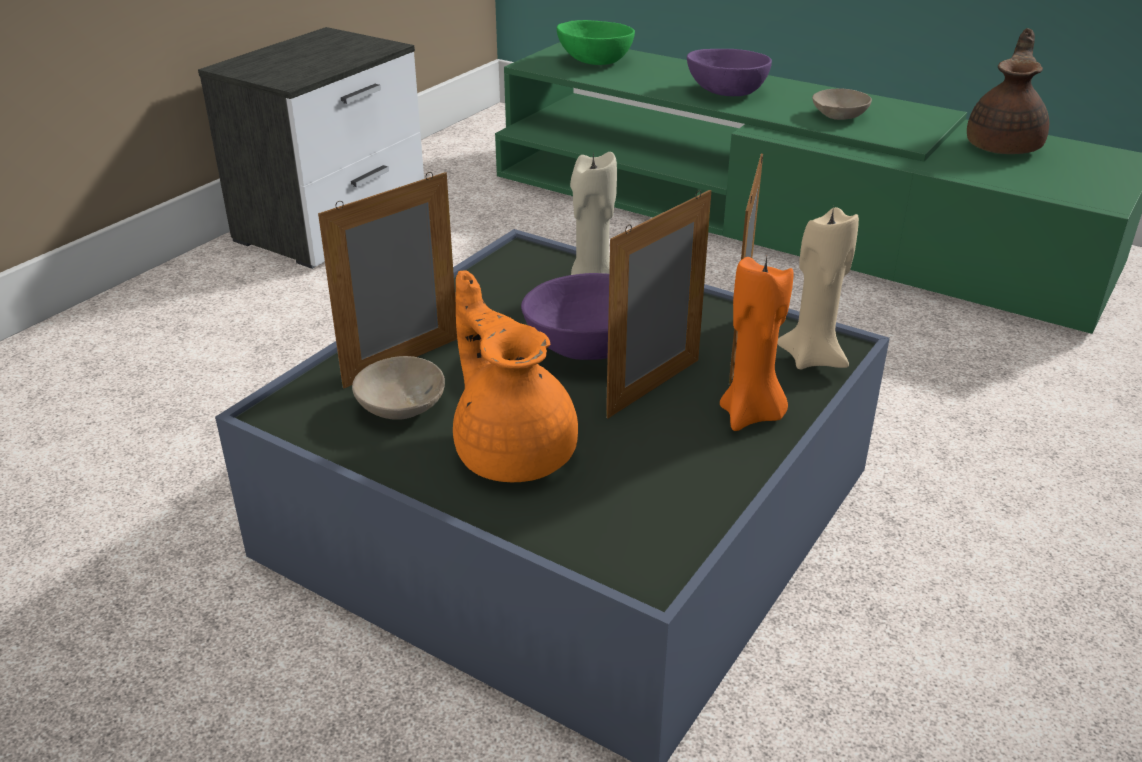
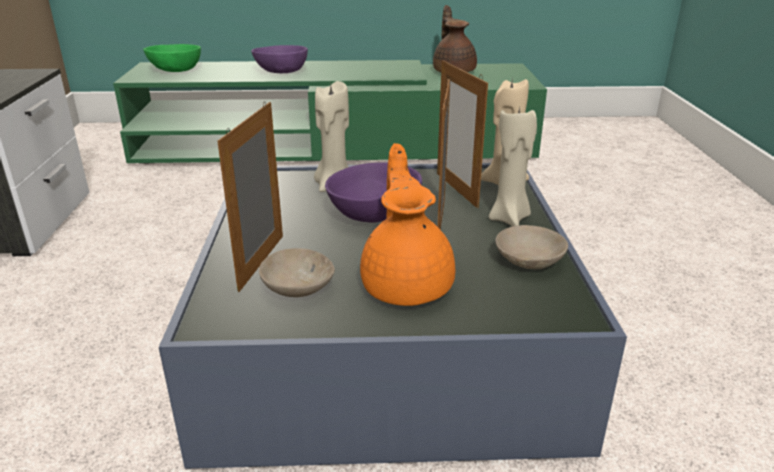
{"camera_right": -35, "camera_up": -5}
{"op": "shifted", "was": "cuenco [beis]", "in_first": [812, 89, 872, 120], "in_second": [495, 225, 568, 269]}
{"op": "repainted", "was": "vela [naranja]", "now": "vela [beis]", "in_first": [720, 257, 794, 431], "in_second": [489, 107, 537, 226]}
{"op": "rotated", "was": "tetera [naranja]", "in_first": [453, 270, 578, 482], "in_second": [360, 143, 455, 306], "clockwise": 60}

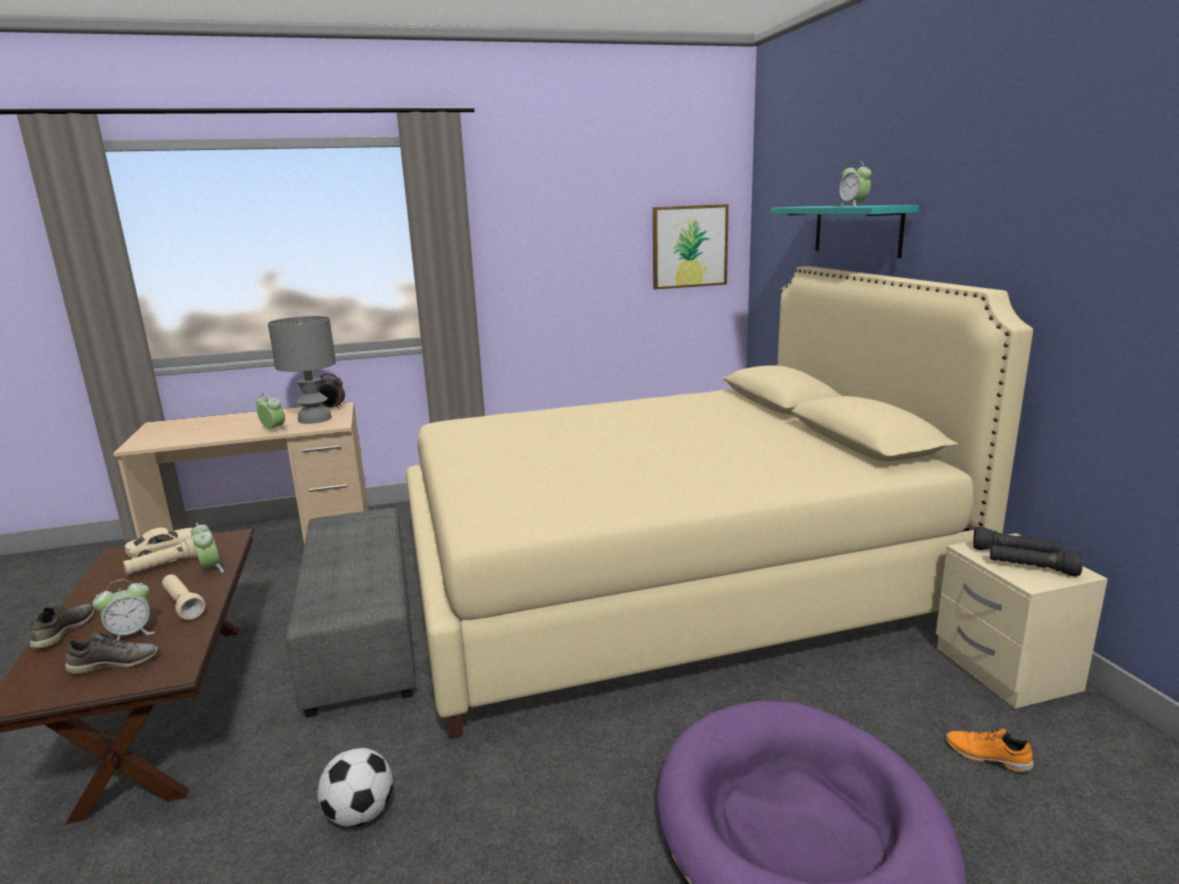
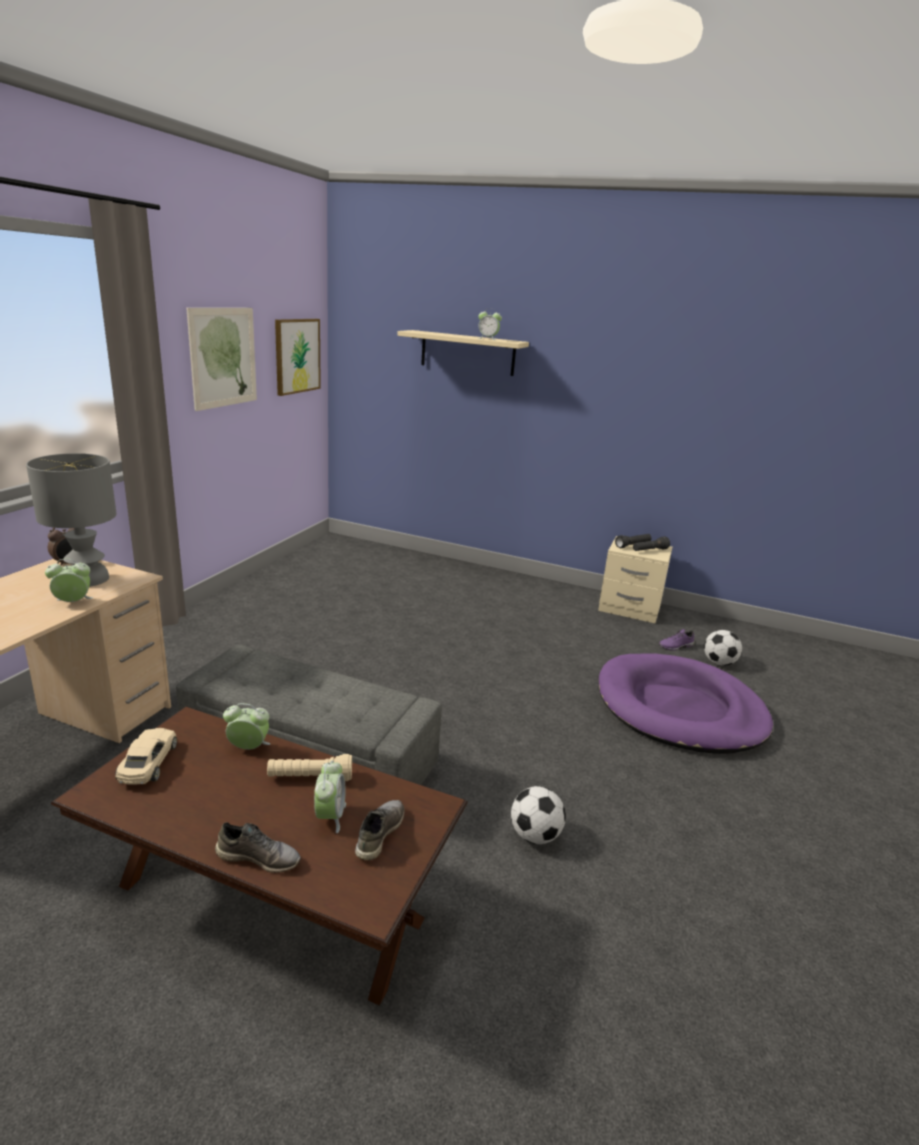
{"camera_right": -55, "camera_up": 5}
{"op": "gone", "was": "linterna [beis]", "in_first": [123, 537, 198, 575]}
{"op": "gone", "was": "cama [beis]", "in_first": [406, 266, 1033, 739]}
{"op": "new", "now": "cuadro", "in_second": [186, 308, 257, 411]}
{"op": "new", "now": "balón de fútbol", "in_second": [704, 630, 742, 666]}
{"op": "repainted", "was": "estante [turquesa]", "now": "estante [beis]", "in_first": [771, 205, 919, 258], "in_second": [397, 330, 529, 376]}
{"op": "repainted", "was": "zapato [naranja]", "now": "zapato [morado]", "in_first": [946, 729, 1034, 772], "in_second": [658, 629, 694, 651]}
{"op": "rotated", "was": "zapato [gris]", "in_first": [30, 604, 95, 649], "in_second": [215, 822, 301, 873], "clockwise": 150}

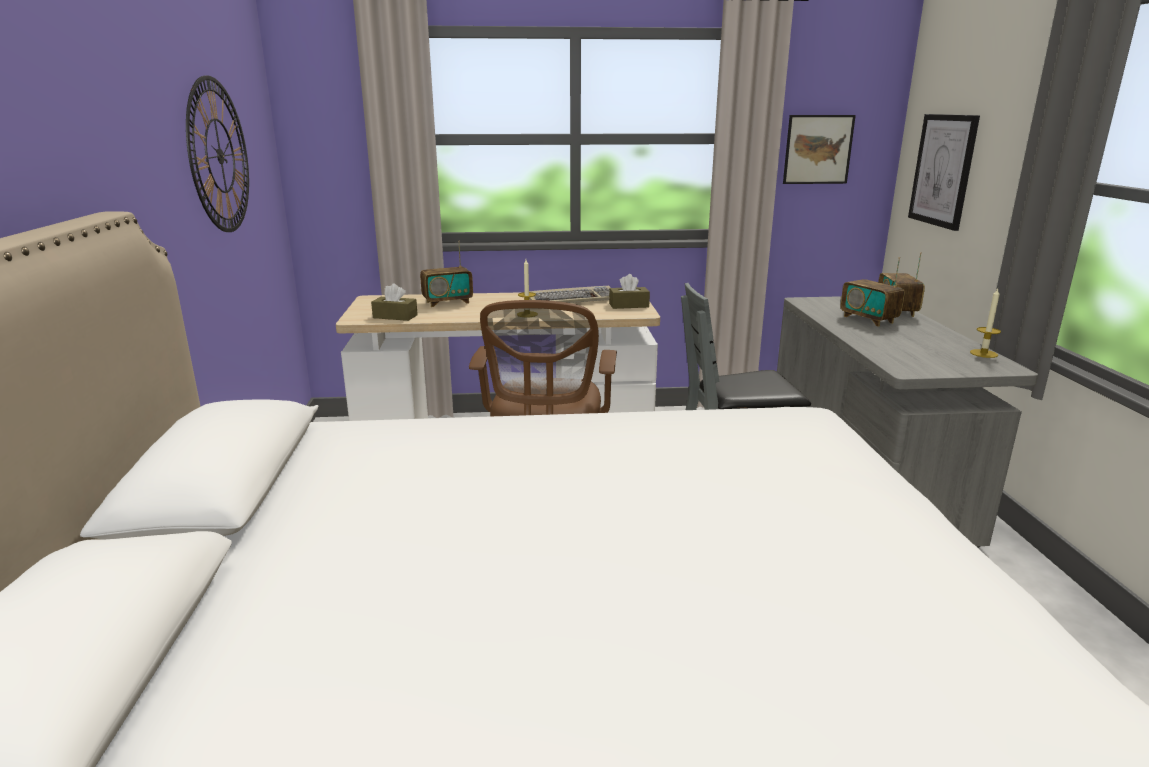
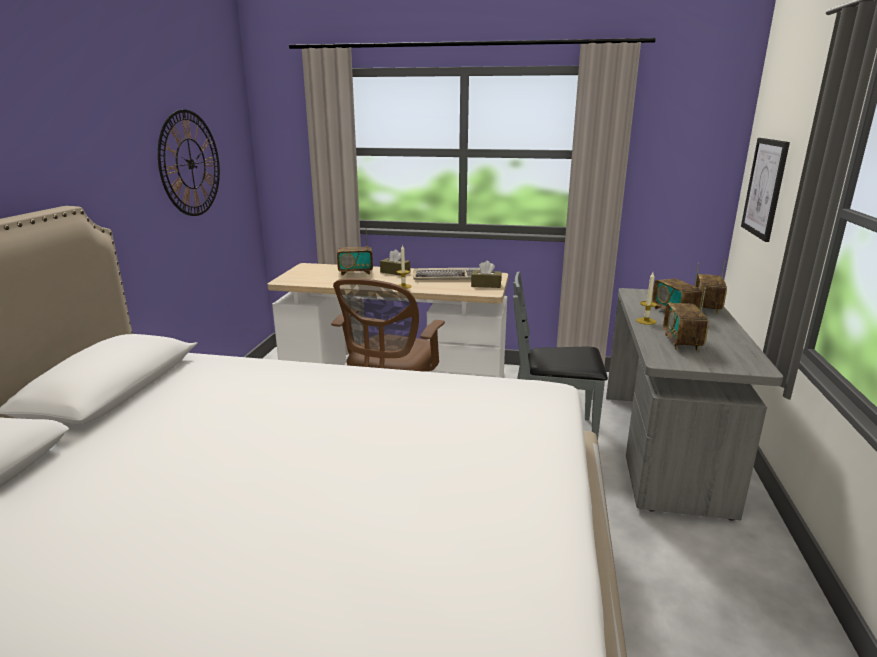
{"camera_right": 15, "camera_up": 0}
{"op": "gone", "was": "cuadro", "in_first": [783, 115, 856, 184]}
{"op": "new", "now": "radio", "in_second": [663, 287, 709, 351]}
{"op": "shifted", "was": "caja de pañuelos [marrón]", "in_first": [371, 283, 418, 321], "in_second": [380, 249, 410, 276]}
{"op": "shifted", "was": "vela", "in_first": [970, 289, 1001, 358], "in_second": [636, 273, 657, 325]}

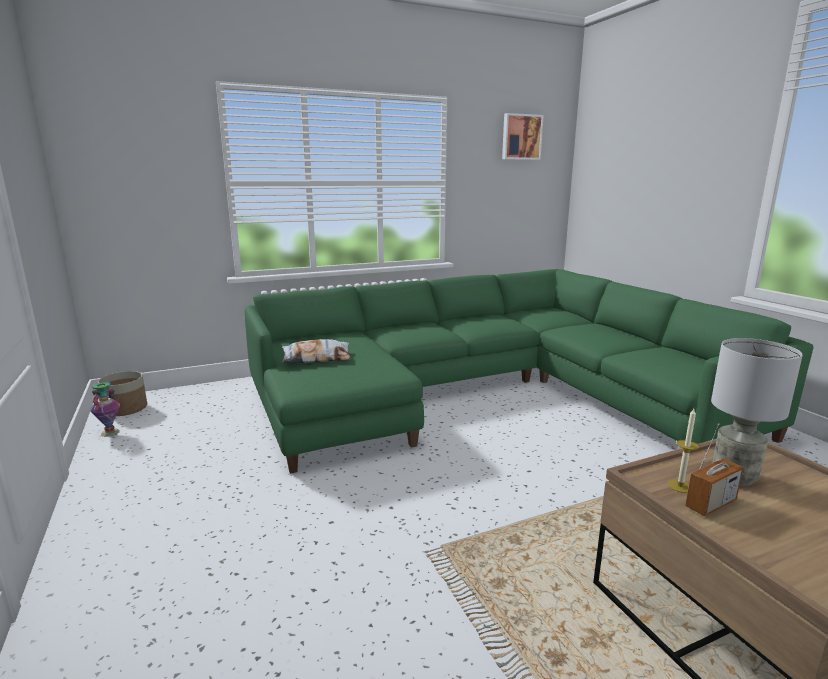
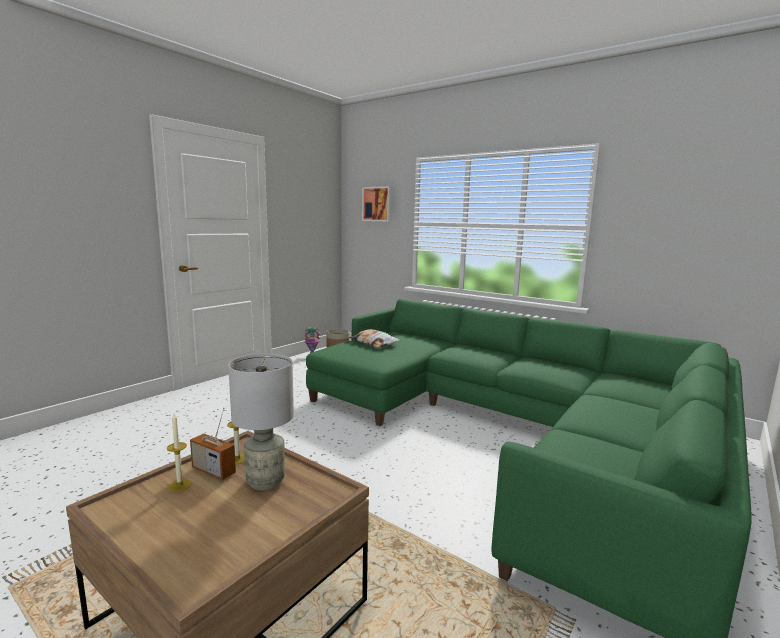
{"camera_right": 60, "camera_up": -5}
{"op": "new", "now": "vela", "in_second": [167, 414, 192, 492]}
{"op": "shifted", "was": "cuadro", "in_first": [502, 113, 544, 160], "in_second": [362, 186, 392, 222]}

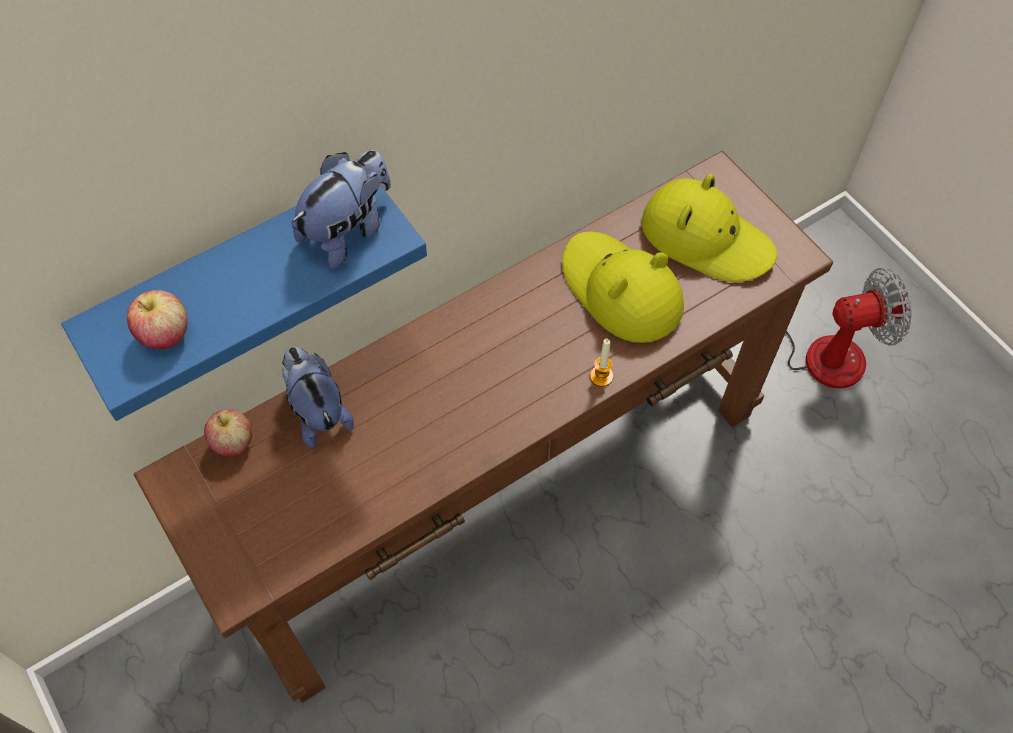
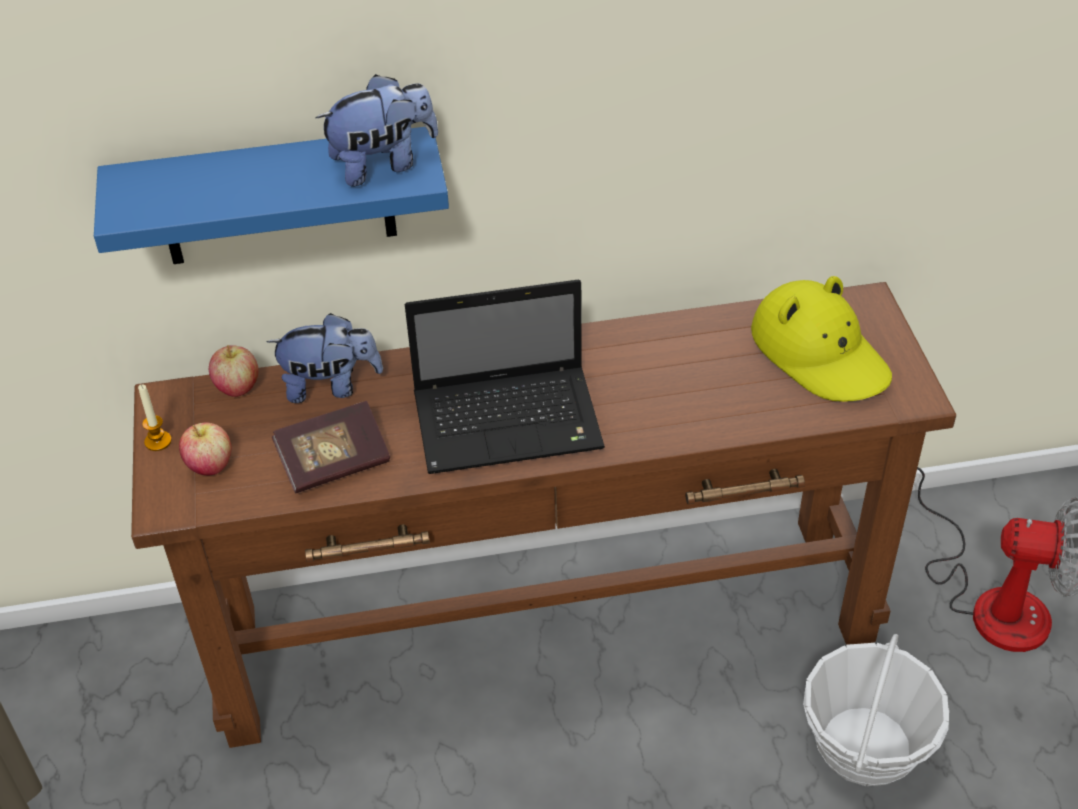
{"camera_right": 25, "camera_up": -15}
{"op": "gone", "was": "sombrero [amarillo]", "in_first": [562, 231, 684, 343]}
{"op": "new", "now": "libro", "in_second": [272, 401, 390, 493]}
{"op": "new", "now": "portátil", "in_second": [405, 279, 605, 474]}
{"op": "new", "now": "cesta", "in_second": [803, 634, 949, 786]}
{"op": "shifted", "was": "manzana", "in_first": [127, 290, 188, 349], "in_second": [179, 422, 231, 476]}
{"op": "shifted", "was": "vela", "in_first": [590, 339, 613, 387], "in_second": [138, 384, 172, 451]}
{"op": "rotated", "was": "peluche", "in_first": [282, 347, 354, 448], "in_second": [266, 313, 383, 403], "clockwise": 90}

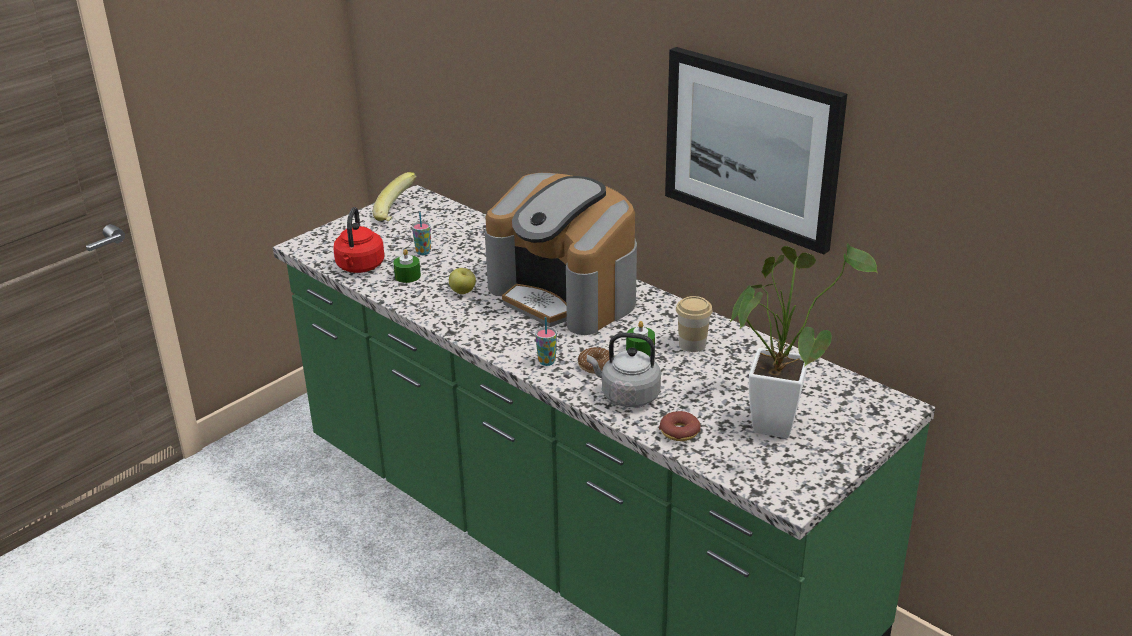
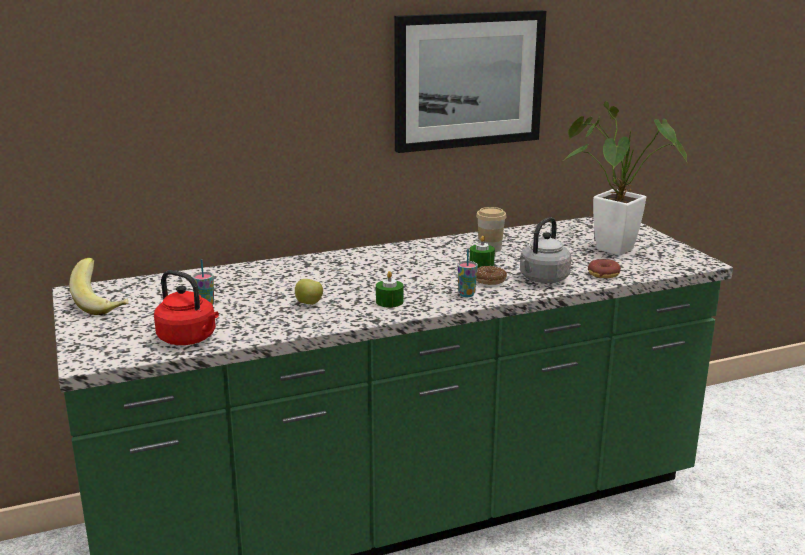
{"camera_right": -65, "camera_up": -10}
{"op": "gone", "was": "cafetera", "in_first": [485, 173, 637, 335]}
{"op": "shifted", "was": "vela [verde]", "in_first": [393, 249, 421, 283], "in_second": [376, 271, 404, 308]}

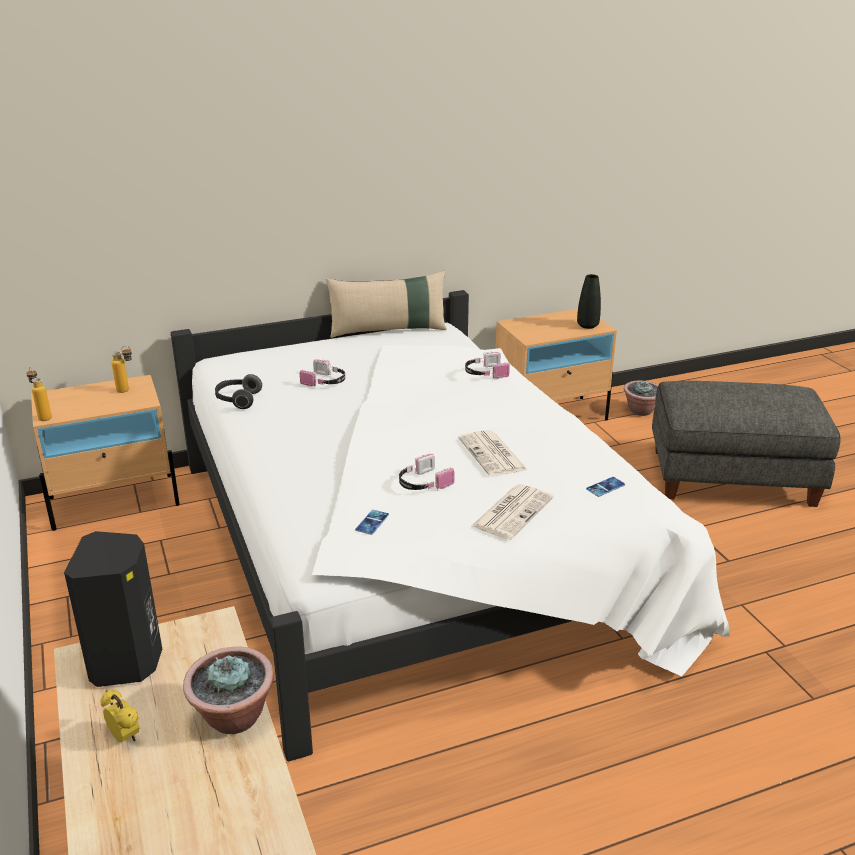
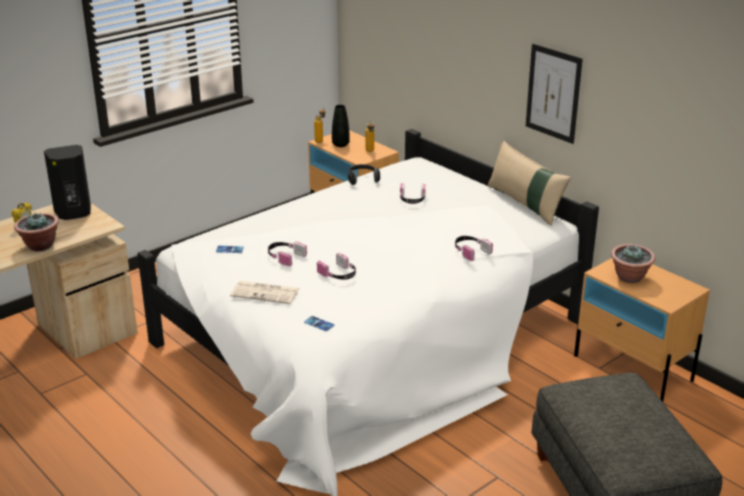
{"camera_right": 70, "camera_up": 0}
{"op": "new", "now": "cuadro", "in_second": [526, 44, 583, 144]}
{"op": "shifted", "was": "florero [negro]", "in_first": [577, 274, 601, 329], "in_second": [332, 105, 350, 147]}
{"op": "shifted", "was": "planta en maceta", "in_first": [624, 380, 658, 416], "in_second": [611, 244, 655, 283]}
{"op": "swapped", "was": "periódico", "now": "auriculares", "in_first": [458, 430, 528, 477], "in_second": [317, 253, 356, 280]}

